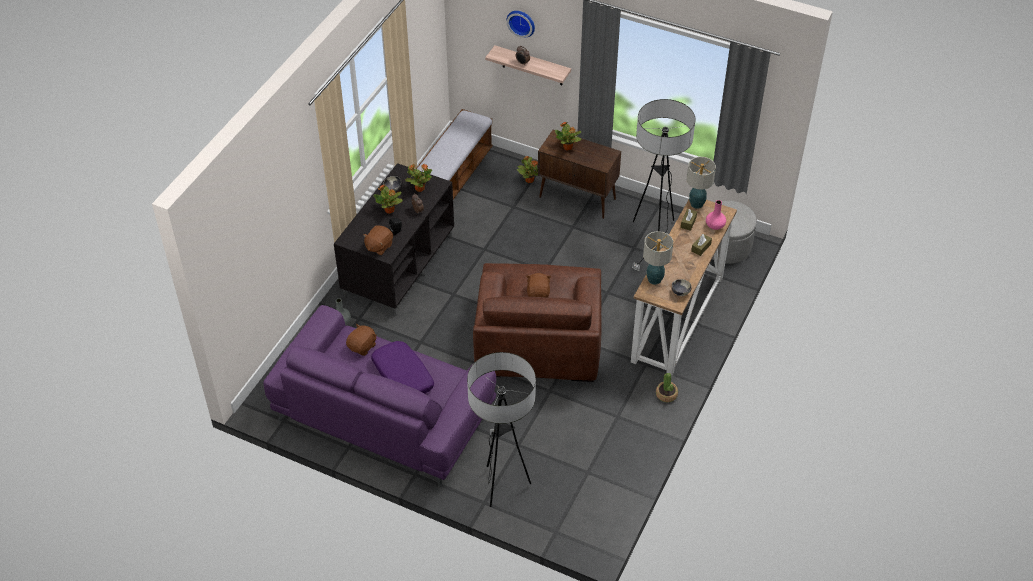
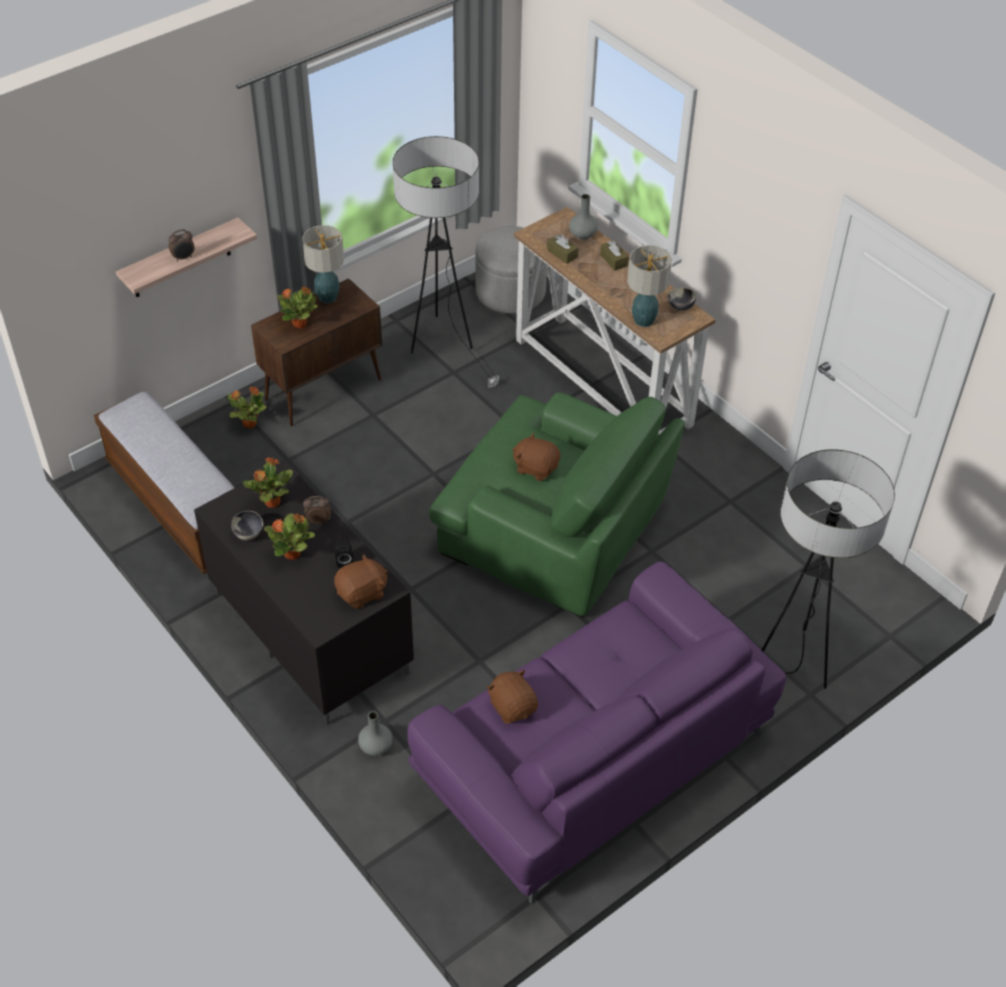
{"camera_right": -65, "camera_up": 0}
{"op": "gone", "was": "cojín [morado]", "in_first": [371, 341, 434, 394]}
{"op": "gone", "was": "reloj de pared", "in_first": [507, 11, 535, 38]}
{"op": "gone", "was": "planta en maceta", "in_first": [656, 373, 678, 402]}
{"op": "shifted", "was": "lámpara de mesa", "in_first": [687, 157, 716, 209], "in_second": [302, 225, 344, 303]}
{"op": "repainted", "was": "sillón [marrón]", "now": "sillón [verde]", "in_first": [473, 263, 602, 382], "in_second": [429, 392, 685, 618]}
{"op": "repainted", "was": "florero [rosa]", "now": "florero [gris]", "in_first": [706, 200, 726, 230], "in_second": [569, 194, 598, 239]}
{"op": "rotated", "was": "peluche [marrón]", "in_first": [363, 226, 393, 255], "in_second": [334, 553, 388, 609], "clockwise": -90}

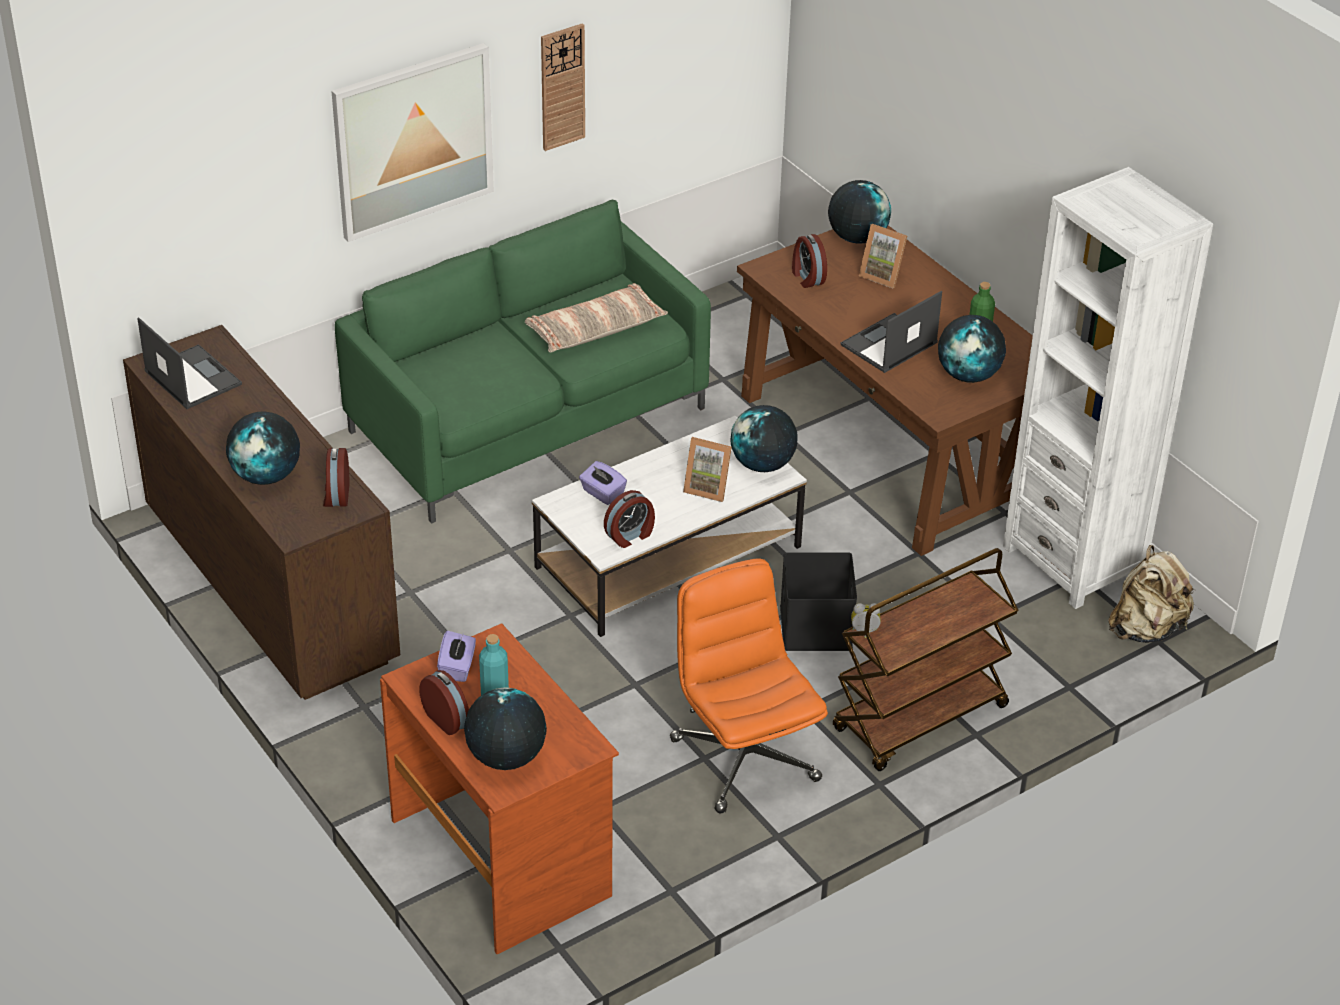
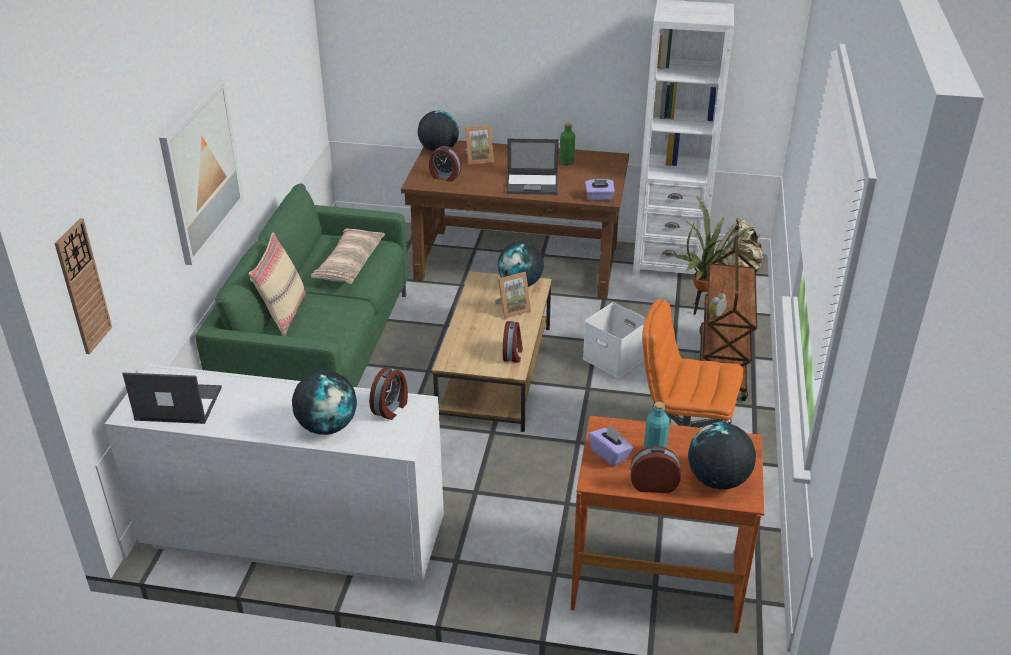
{"camera_right": -45, "camera_up": -5}
{"op": "gone", "was": "globo terráqueo", "in_first": [938, 315, 1006, 383]}
{"op": "new", "now": "cojín [beis]", "in_second": [248, 232, 306, 336]}
{"op": "new", "now": "planta en maceta", "in_second": [675, 197, 754, 314]}
{"op": "shifted", "was": "reloj de pared", "in_first": [541, 23, 585, 151], "in_second": [54, 218, 112, 354]}
{"op": "shifted", "was": "caja de pañuelos [morado]", "in_first": [579, 461, 627, 505], "in_second": [585, 179, 615, 201]}
{"op": "repainted", "was": "cómoda [marrón]", "now": "cómoda [blanco]", "in_first": [123, 325, 400, 700], "in_second": [105, 364, 444, 584]}
{"op": "repainted", "was": "mesa de centro [blanco]", "now": "mesa de centro [marrón]", "in_first": [532, 416, 807, 637], "in_second": [432, 271, 552, 432]}
{"op": "repainted", "was": "caja de almacenaje [negro]", "now": "caja de almacenaje [blanco]", "in_first": [780, 552, 857, 651], "in_second": [583, 302, 646, 378]}
{"op": "rotated", "was": "despertador", "in_first": [323, 448, 349, 507], "in_second": [369, 367, 408, 420], "clockwise": -105}
{"op": "rotated", "was": "portátil", "in_first": [840, 291, 942, 373], "in_second": [506, 139, 559, 195], "clockwise": -90}

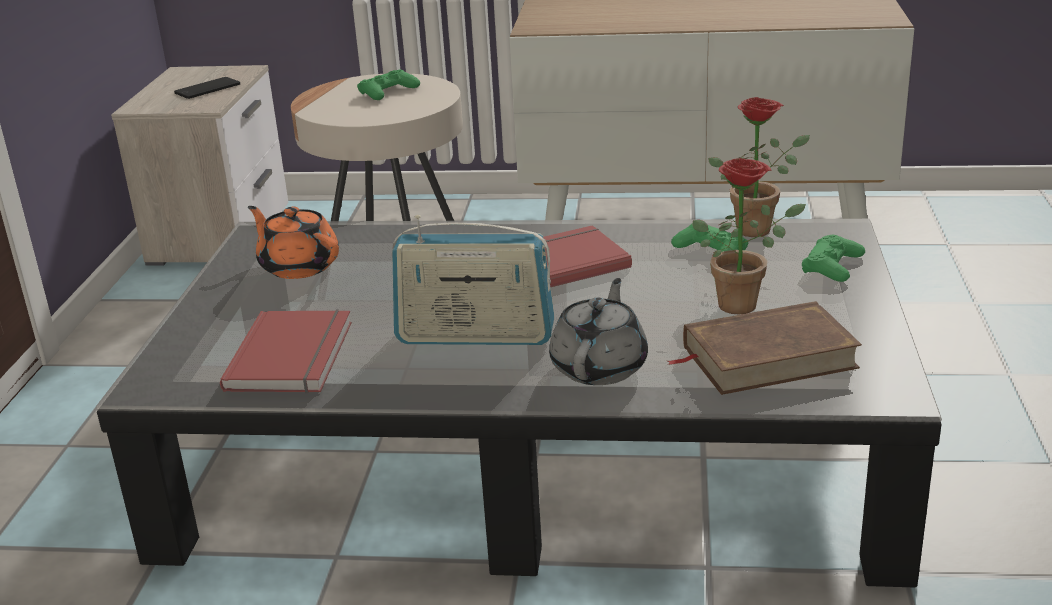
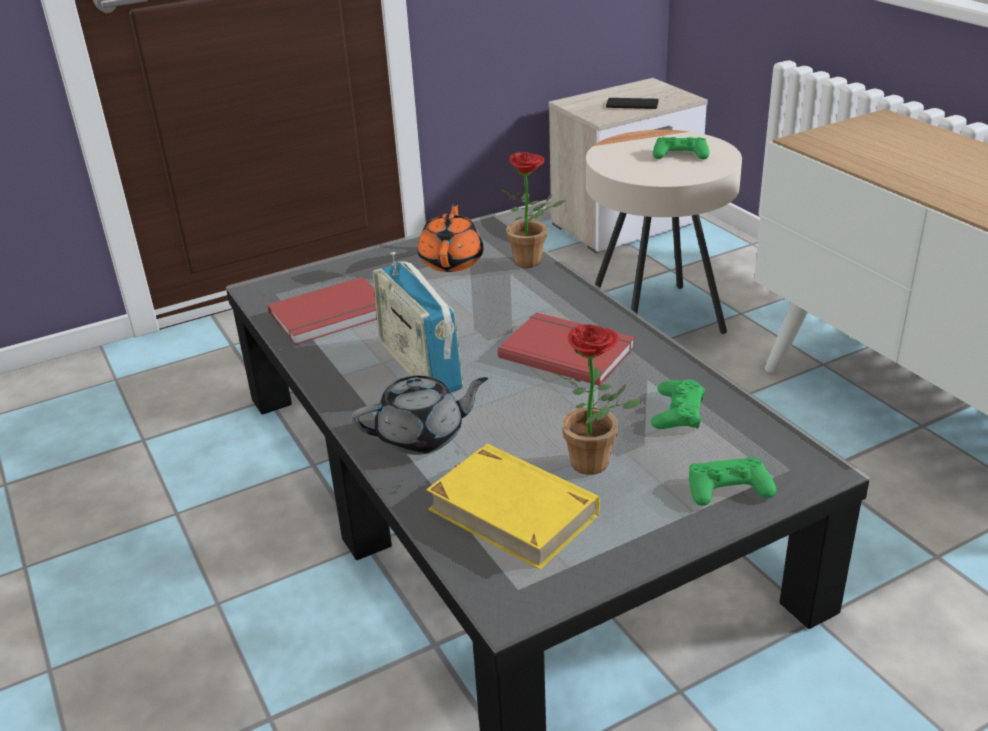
{"camera_right": 55, "camera_up": 5}
{"op": "shifted", "was": "planta en maceta", "in_first": [708, 97, 810, 237], "in_second": [499, 152, 565, 268]}
{"op": "repainted", "was": "libro [marrón]", "now": "libro [amarillo]", "in_first": [668, 301, 862, 395], "in_second": [426, 444, 600, 570]}

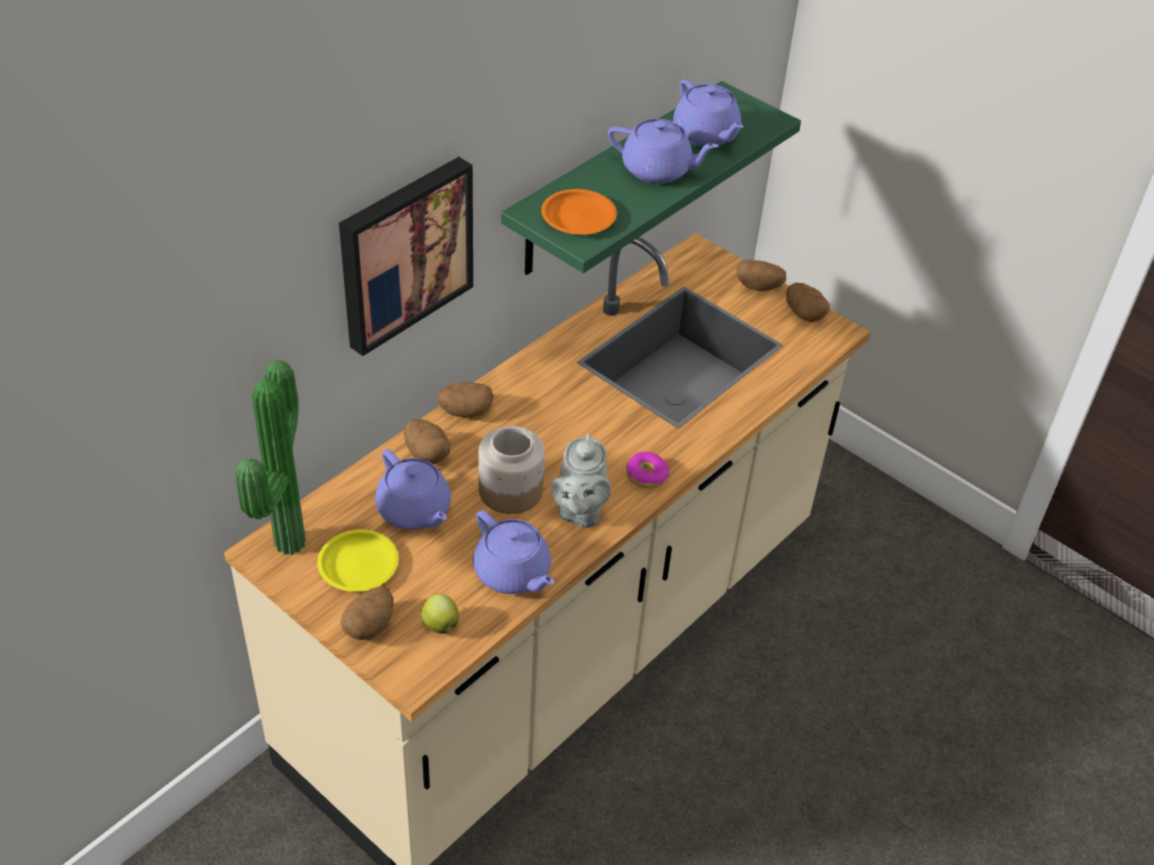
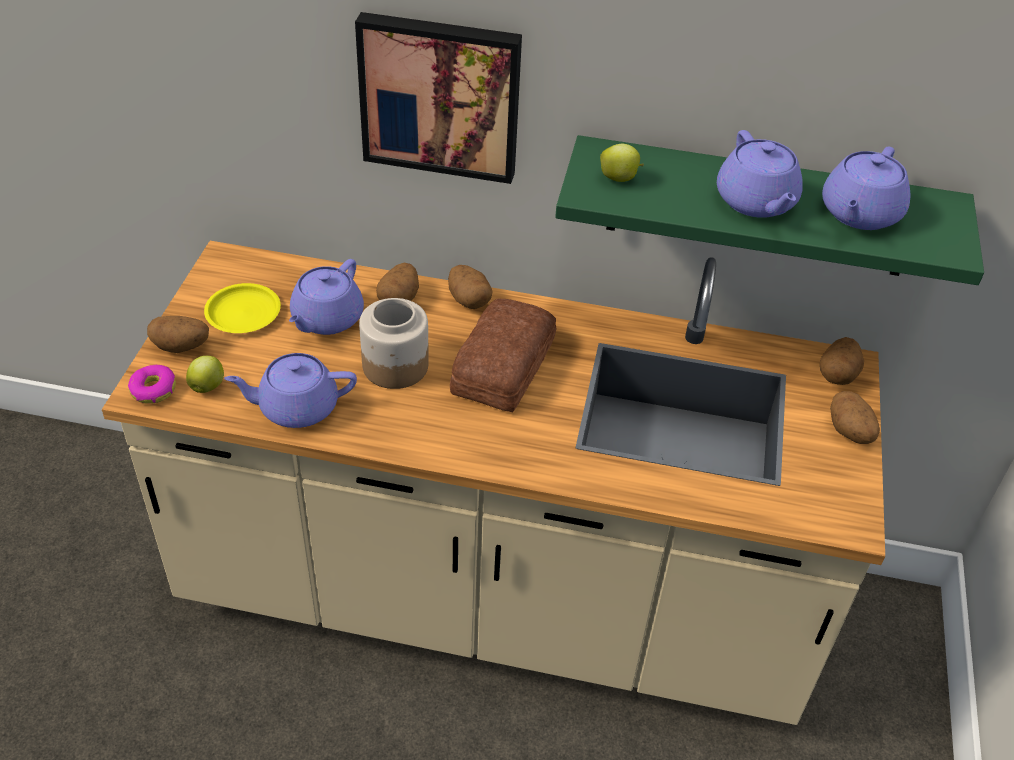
{"camera_right": 60, "camera_up": 0}
{"op": "gone", "was": "planta en maceta", "in_first": [235, 360, 306, 555]}
{"op": "gone", "was": "tetera [gris]", "in_first": [550, 434, 611, 528]}
{"op": "new", "now": "pan", "in_second": [450, 299, 556, 412]}
{"op": "shifted", "was": "rosquilla", "in_first": [626, 452, 669, 489], "in_second": [128, 365, 176, 404]}
{"op": "shifted", "was": "patata", "in_first": [786, 283, 830, 322], "in_second": [820, 337, 864, 385]}
{"op": "swapped", "was": "plato [naranja]", "now": "manzana", "in_first": [541, 189, 617, 235], "in_second": [600, 144, 644, 182]}
{"op": "rotated", "was": "tetera [morado]", "in_first": [473, 510, 554, 594], "in_second": [224, 353, 357, 428], "clockwise": 60}

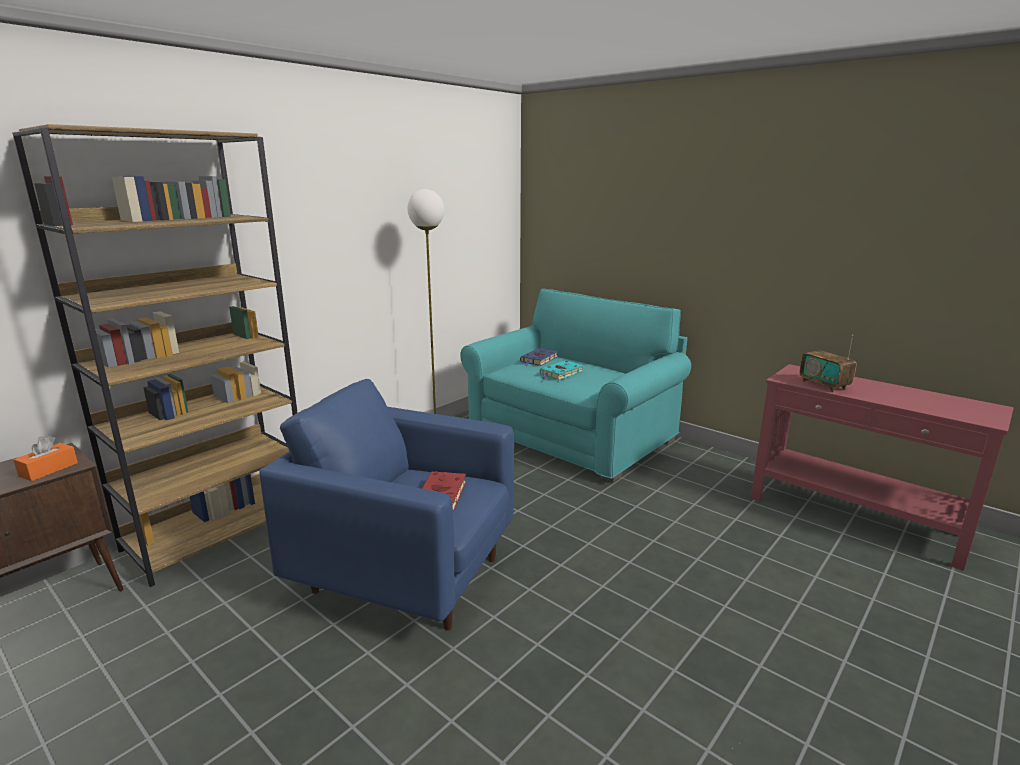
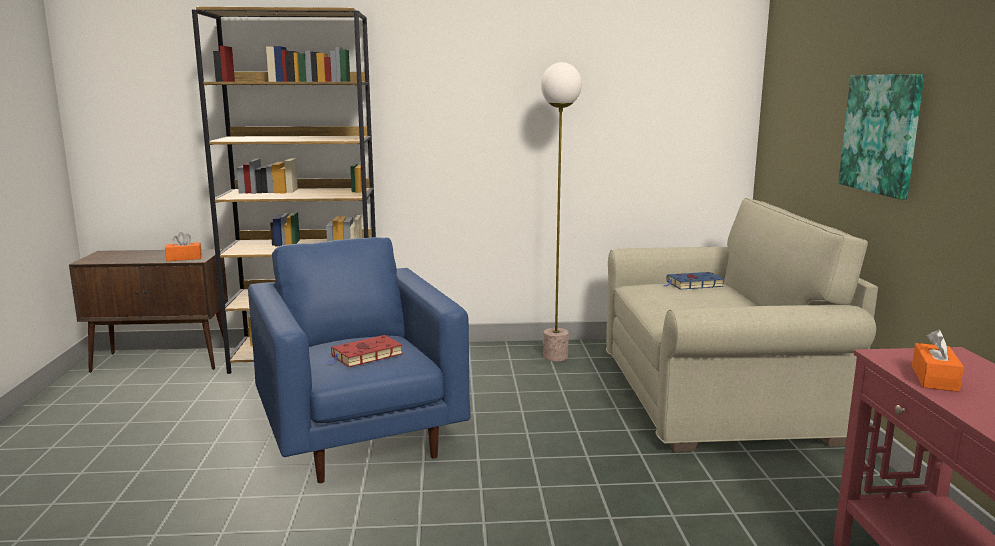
{"camera_right": 45, "camera_up": -5}
{"op": "gone", "was": "libro [turquesa]", "in_first": [540, 360, 584, 380]}
{"op": "new", "now": "cuadro", "in_second": [838, 74, 924, 199]}
{"op": "swapped", "was": "radio", "now": "caja de pañuelos [naranja]", "in_first": [799, 335, 857, 392], "in_second": [912, 329, 964, 392]}
{"op": "repainted", "was": "sofá [turquesa]", "now": "sofá [beis]", "in_first": [460, 288, 691, 482], "in_second": [606, 198, 878, 452]}

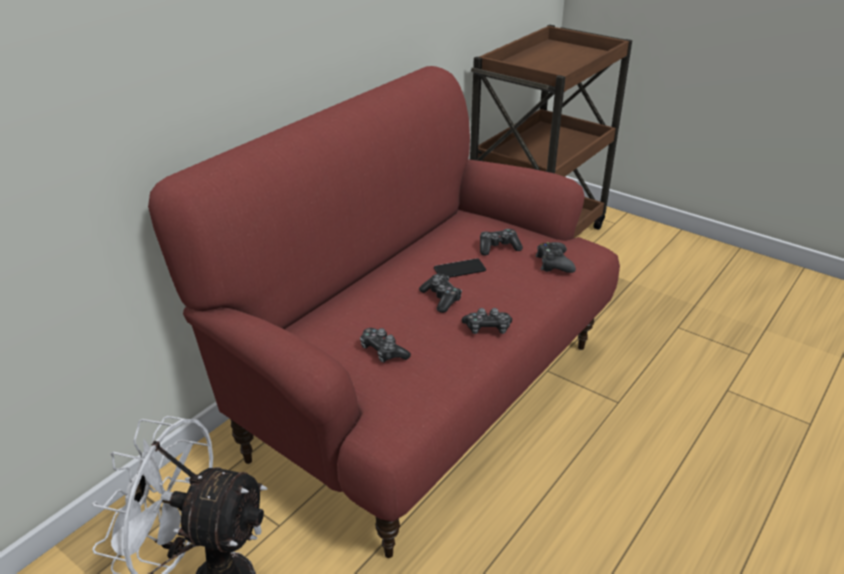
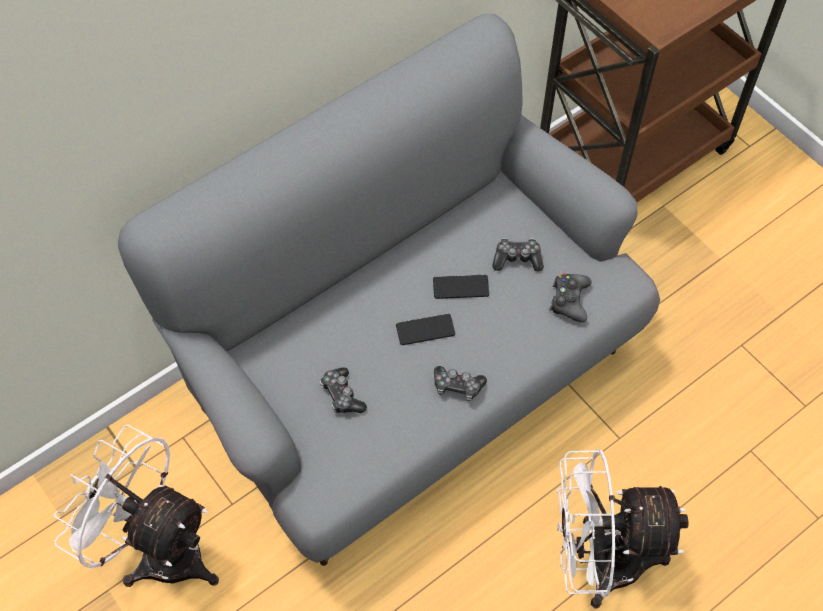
{"camera_right": 15, "camera_up": 25}
{"op": "new", "now": "ventilador [blanco]", "in_second": [557, 450, 689, 608]}
{"op": "swapped", "was": "mando de consola", "now": "móvil", "in_first": [419, 274, 462, 313], "in_second": [396, 314, 455, 345]}
{"op": "repainted", "was": "sofá [rojo]", "now": "sofá [gris]", "in_first": [148, 66, 620, 558], "in_second": [118, 14, 660, 566]}

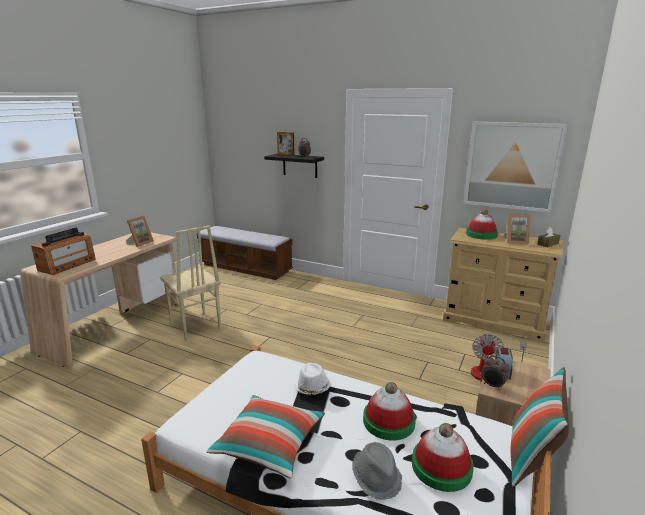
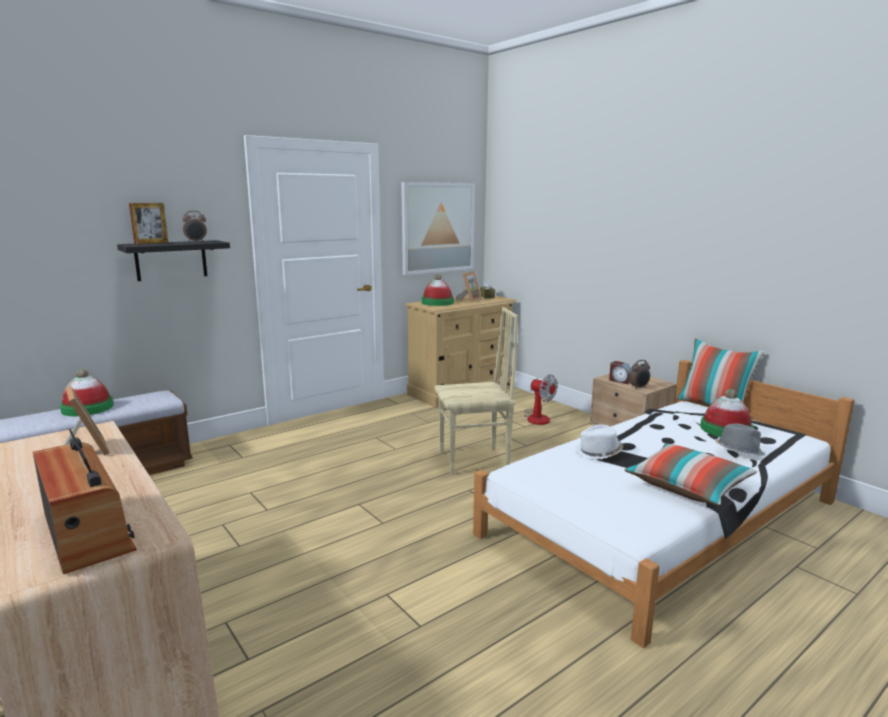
{"camera_right": -65, "camera_up": -5}
{"op": "shifted", "was": "silla [beis]", "in_first": [160, 226, 221, 341], "in_second": [434, 307, 518, 475]}
{"op": "shifted", "was": "sombrero", "in_first": [363, 382, 416, 441], "in_second": [60, 369, 114, 416]}

